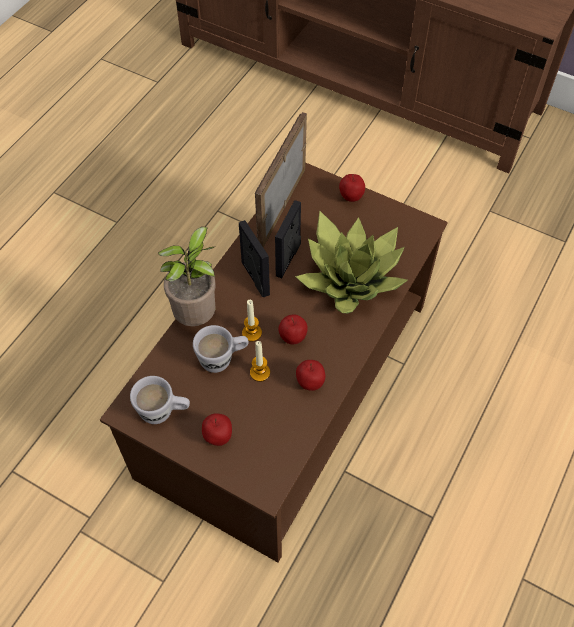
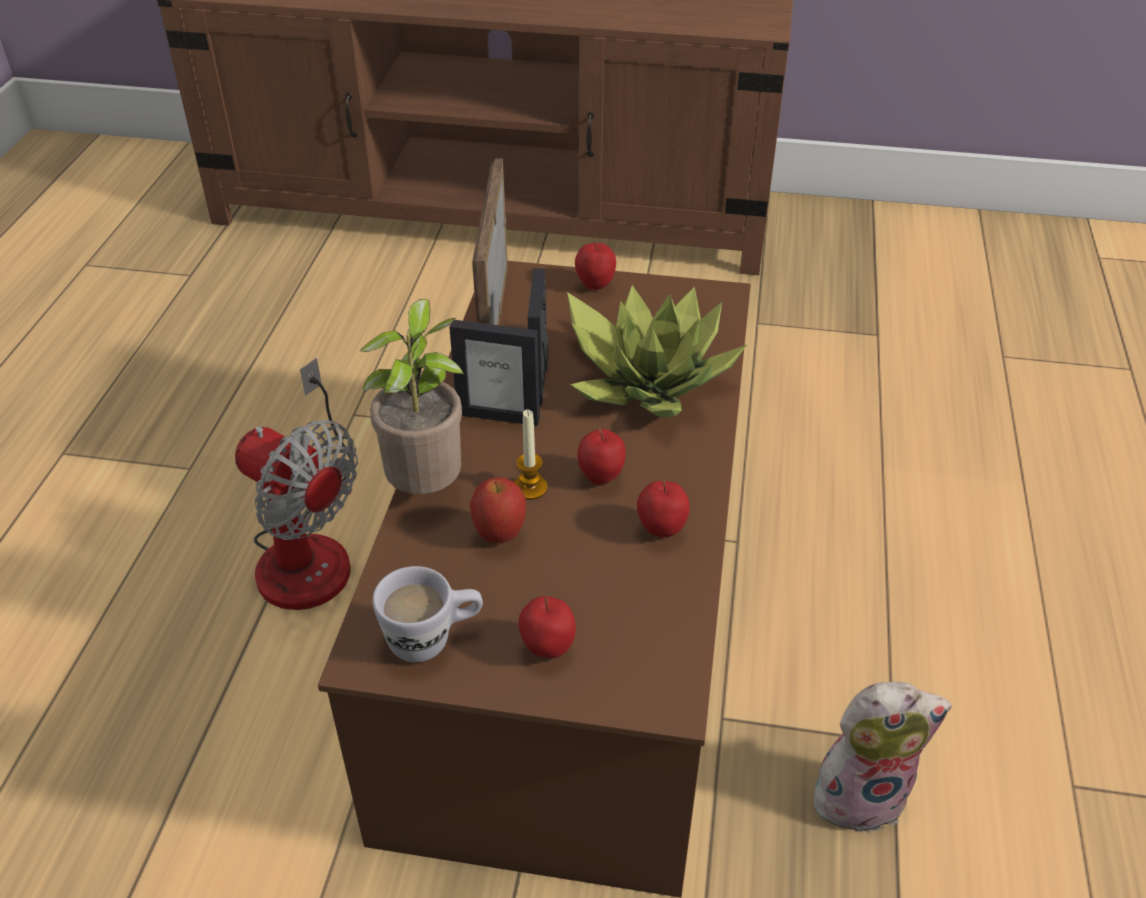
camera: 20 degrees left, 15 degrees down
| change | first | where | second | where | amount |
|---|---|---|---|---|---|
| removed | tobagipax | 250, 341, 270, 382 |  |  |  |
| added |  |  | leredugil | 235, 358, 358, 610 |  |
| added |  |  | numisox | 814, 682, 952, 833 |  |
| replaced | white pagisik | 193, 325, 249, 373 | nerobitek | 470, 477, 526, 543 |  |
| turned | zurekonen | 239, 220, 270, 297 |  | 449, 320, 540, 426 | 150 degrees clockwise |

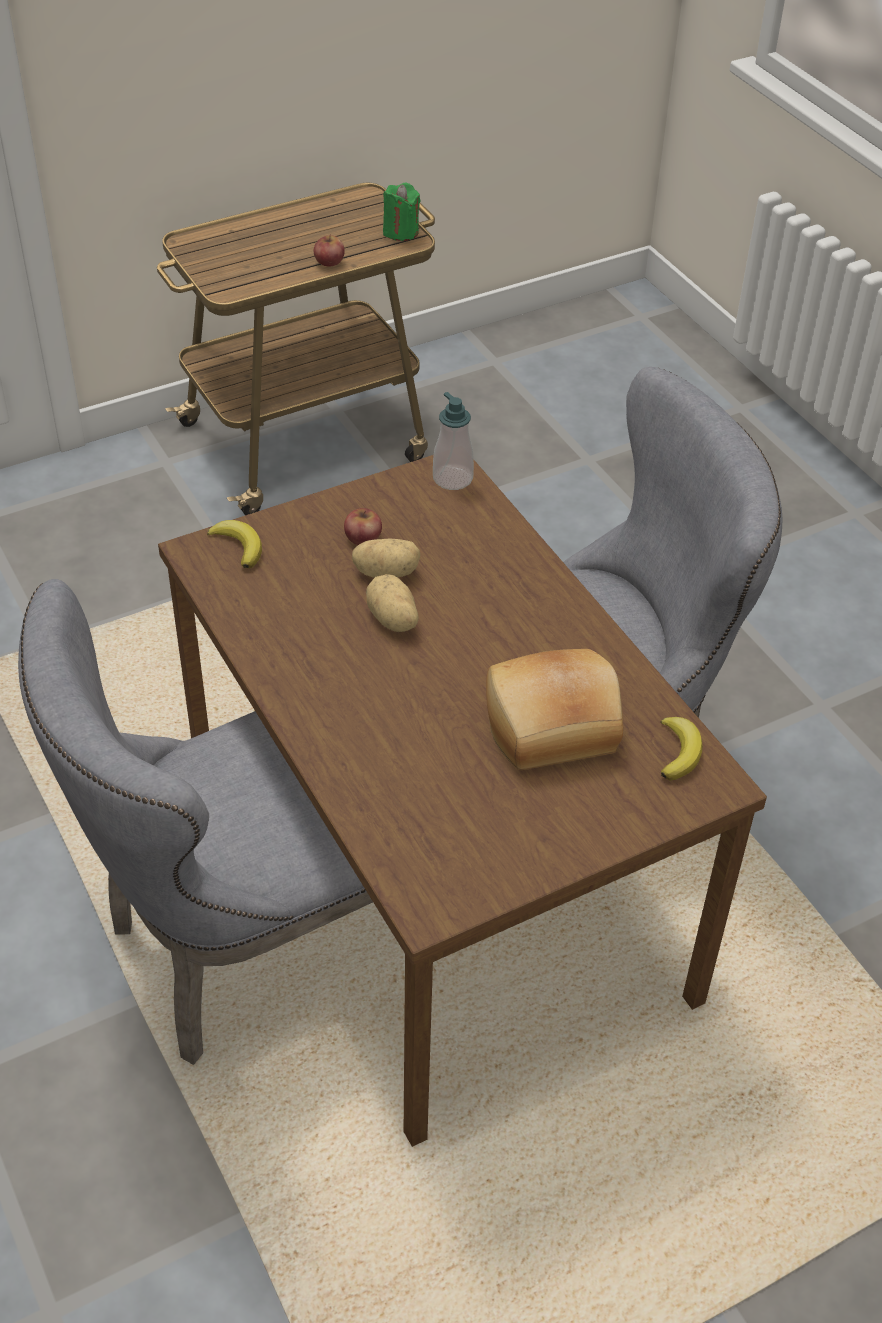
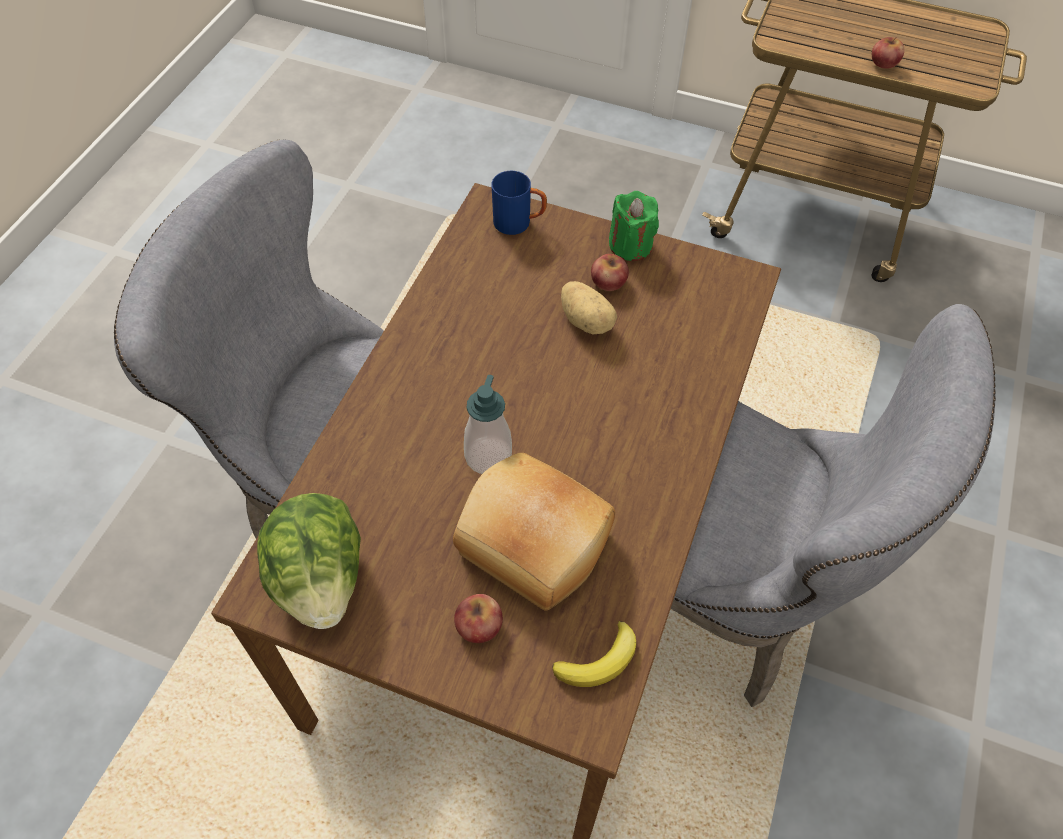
camera: 50 degrees right, 10 degrees up
| change | first | where | second | where | amount |
|---|---|---|---|---|---|
| removed | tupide | 366, 574, 419, 632 |  |  |  |
| added |  |  | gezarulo | 257, 493, 361, 629 |  |
| added |  |  | nerobitek | 454, 594, 503, 643 |  |
| moved | green tobagipax | 383, 183, 421, 241 |  | 609, 191, 659, 261 |  |
| moved | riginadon | 433, 392, 474, 490 |  | 464, 375, 512, 474 |  |
| replaced | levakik | 207, 520, 262, 568 | blue pagisik | 491, 171, 547, 235 |  |

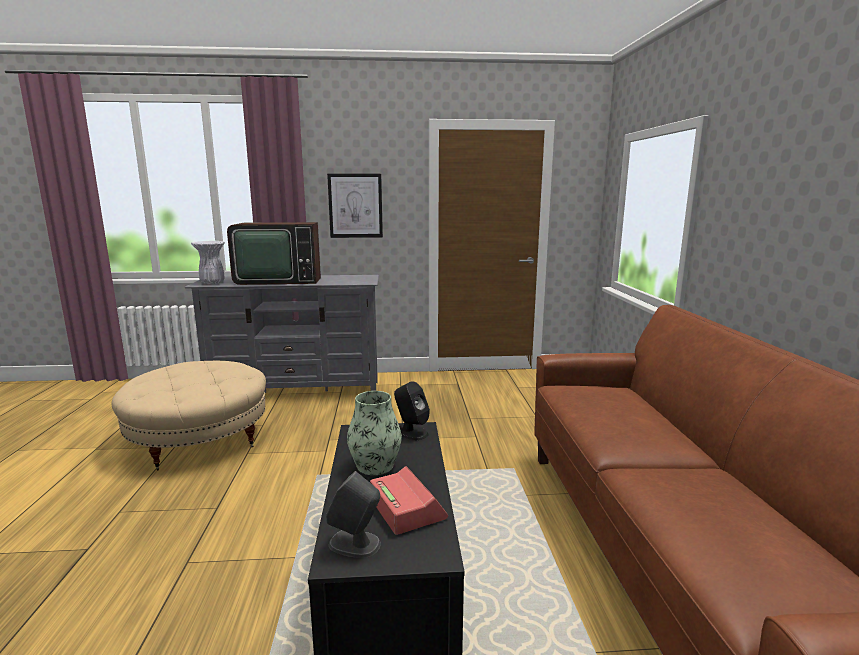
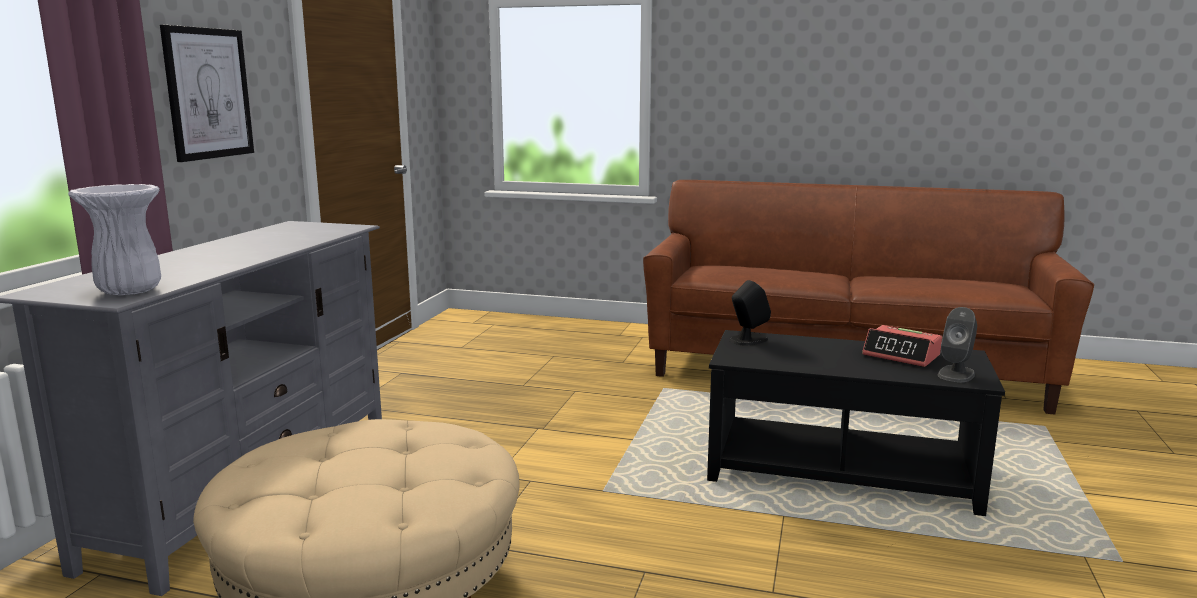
camera: 70 degrees left, 0 degrees up
| change | first | where | second | where | amount |
|---|---|---|---|---|---|
| removed | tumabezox | 227, 222, 321, 285 |  |  |  |
| removed | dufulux | 347, 391, 402, 475 |  |  |  |
| turned | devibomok | 370, 466, 448, 535 |  | 862, 325, 942, 367 | 135 degrees counterclockwise |

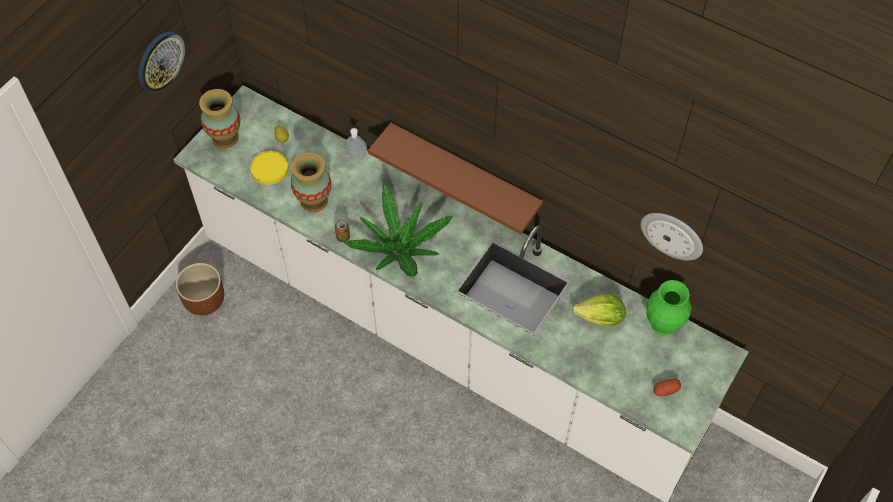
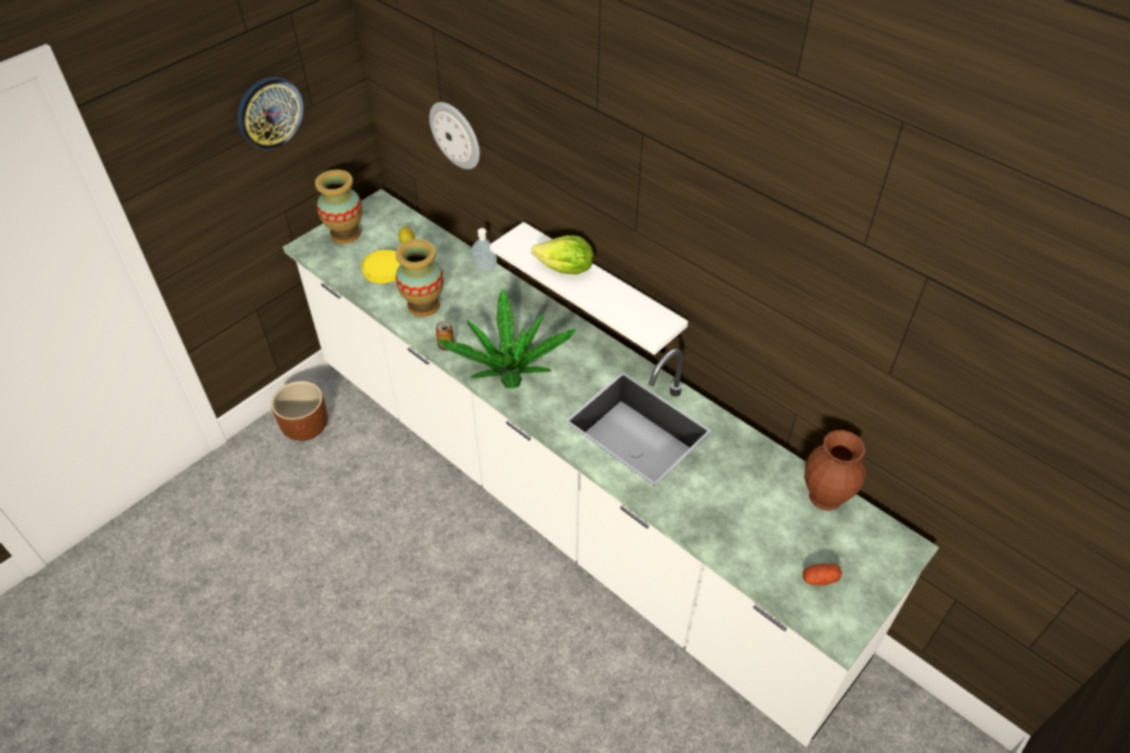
camera: 10 degrees right, 10 degrees down
| change | first | where | second | where | amount |
|---|---|---|---|---|---|
| moved | gezarulo | 572, 295, 626, 326 |  | 531, 236, 594, 275 |  |
| moved | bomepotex | 641, 213, 703, 260 |  | 429, 102, 480, 169 |  |
| recoloured | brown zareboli | 368, 123, 543, 234 | white zareboli | 490, 222, 688, 355 |  |
| recoloured | green dufulux | 646, 280, 692, 336 | brown dufulux | 804, 430, 866, 511 |  |

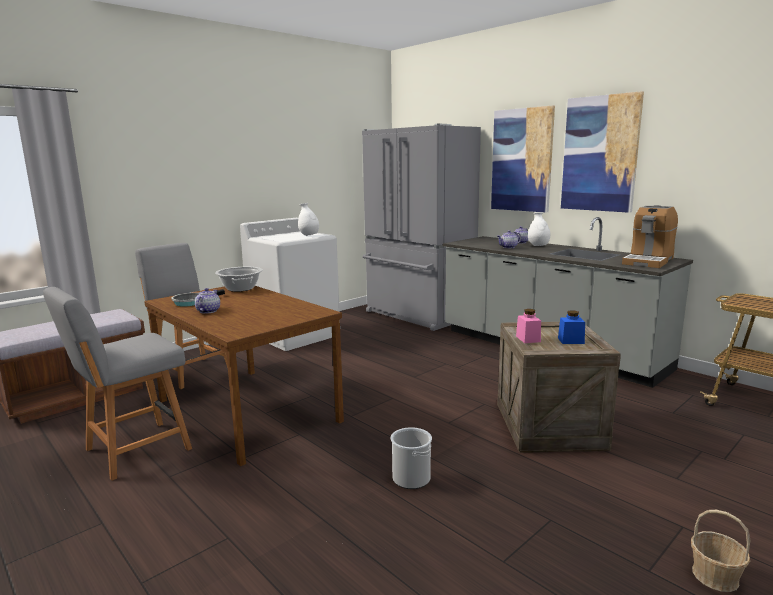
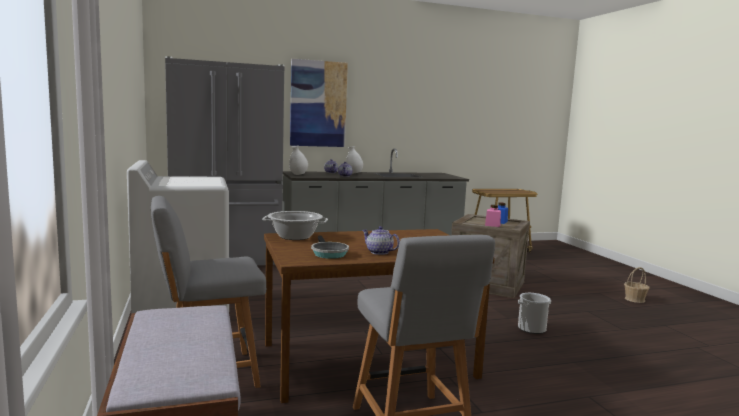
camera: 65 degrees left, 5 degrees down
| change | first | where | second | where | amount |
|---|---|---|---|---|---|
| removed | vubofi | 561, 91, 644, 213 |  |  |  |
| removed | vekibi | 622, 205, 678, 268 |  |  |  |
| moved | white dufulux | 298, 203, 319, 236 |  | 289, 146, 308, 175 |  |

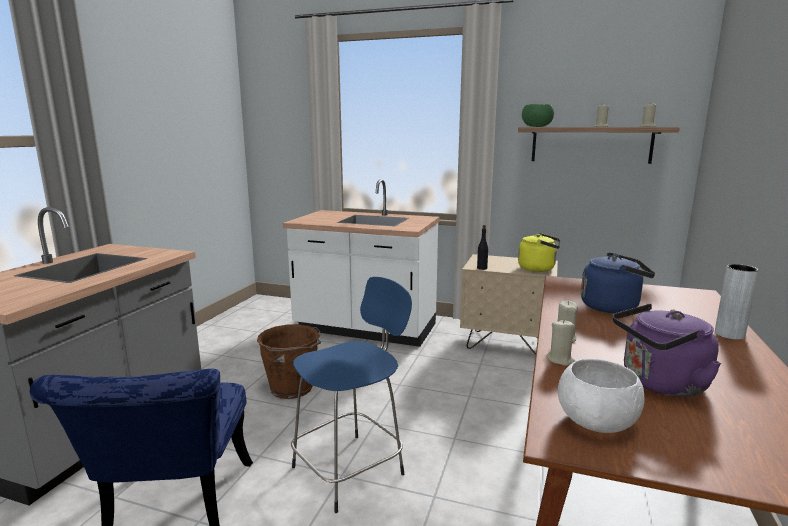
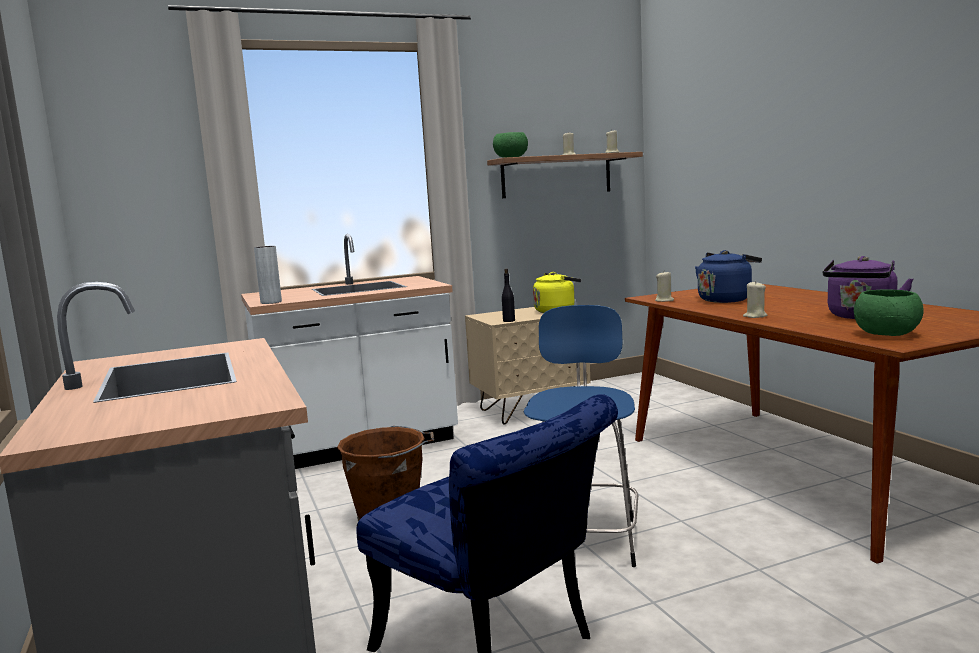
camera: 40 degrees left, 5 degrees down
| change | first | where | second | where | amount |
|---|---|---|---|---|---|
| moved | beige tobagipax | 547, 319, 575, 366 |  | 655, 272, 674, 302 |  |
| moved | grey dufulux | 715, 264, 759, 340 |  | 254, 246, 282, 304 |  |
| recoloured | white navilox | 558, 359, 645, 433 | green navilox | 854, 290, 924, 336 |  |

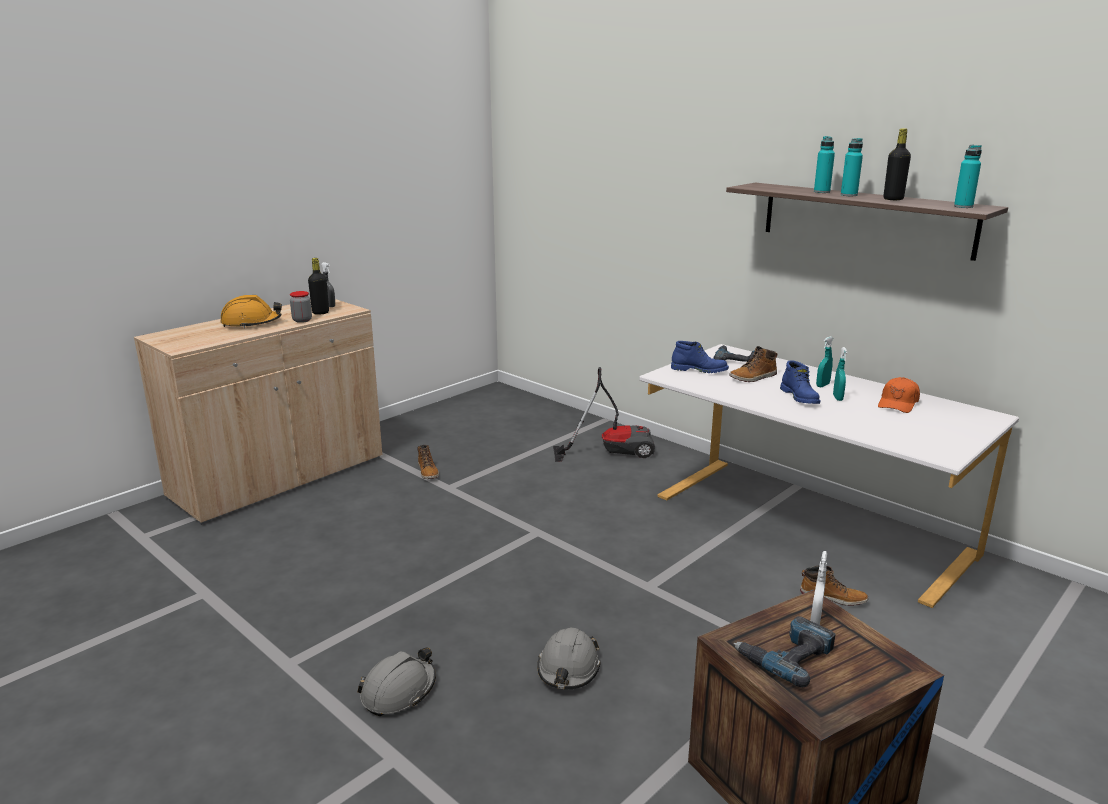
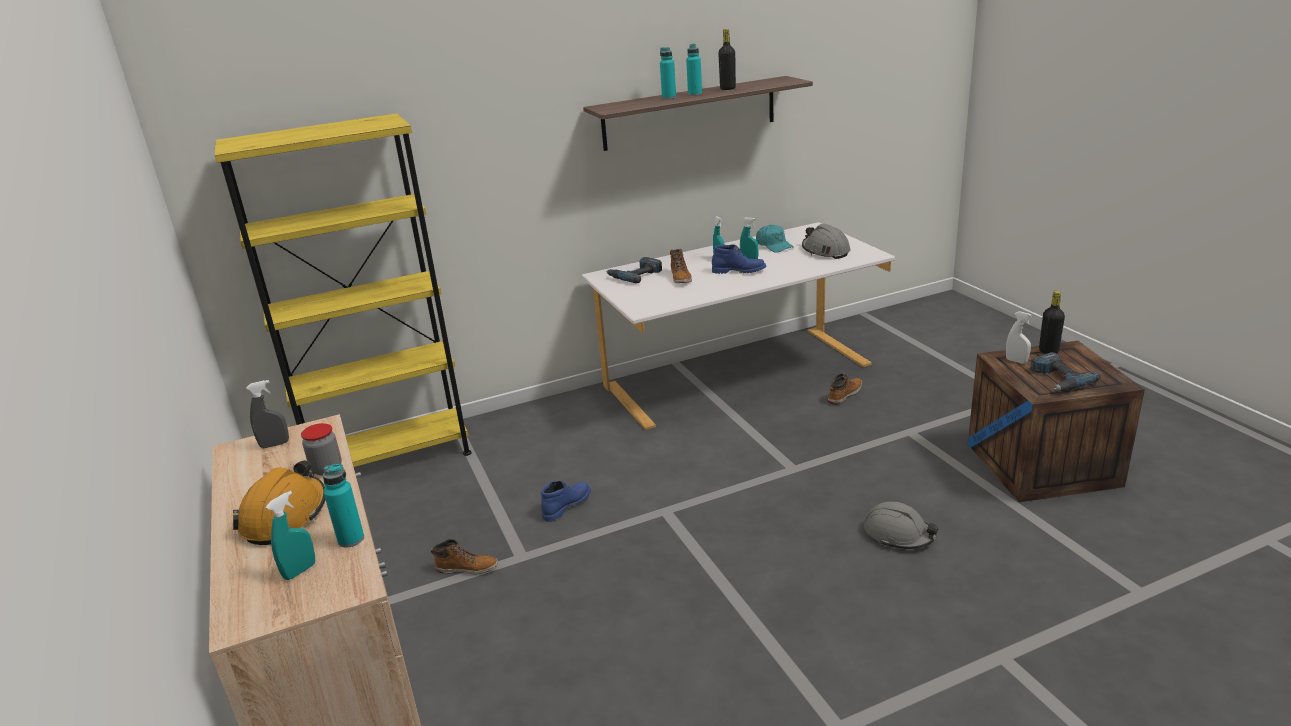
camera: 65 degrees left, 5 degrees up
| change | first | where | second | where | amount |
|---|---|---|---|---|---|
| removed | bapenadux | 553, 367, 655, 462 |  |  |  |
| added |  |  | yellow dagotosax | 215, 113, 471, 467 |  |
| added |  |  | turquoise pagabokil | 266, 491, 315, 580 |  |
| moved | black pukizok | 308, 258, 329, 315 |  | 1039, 291, 1065, 354 |  |
| moved | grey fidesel | 358, 648, 436, 716 |  | 802, 224, 851, 259 |  |
| moved | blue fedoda | 671, 341, 729, 373 |  | 541, 481, 591, 522 |  |
| moved | turquoise pukizok | 954, 145, 982, 208 |  | 323, 464, 364, 548 |  |
| recoloured | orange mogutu | 878, 377, 920, 413 | turquoise mogutu | 756, 225, 794, 253 |  |

